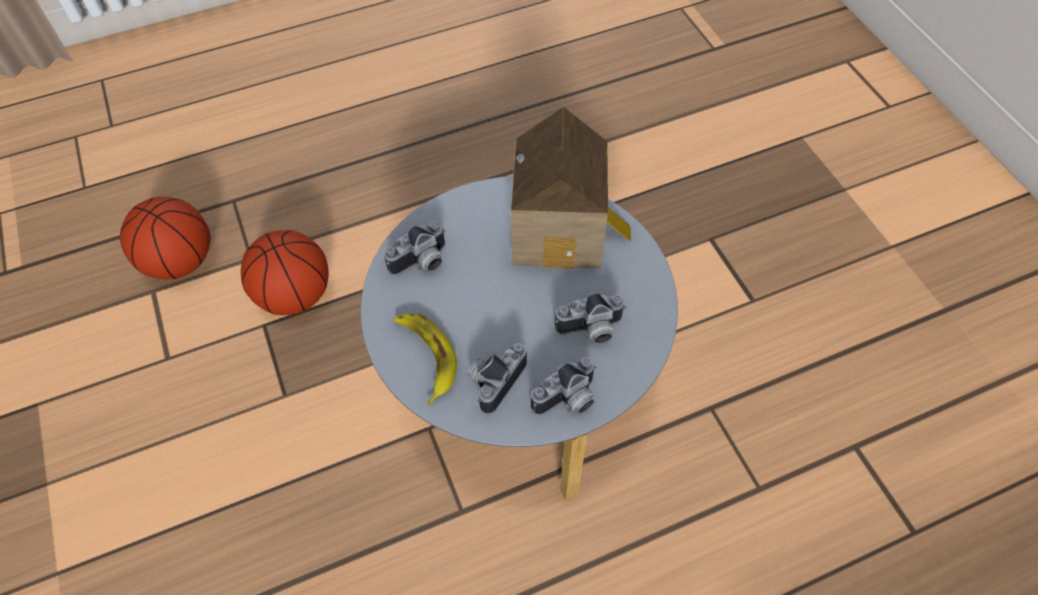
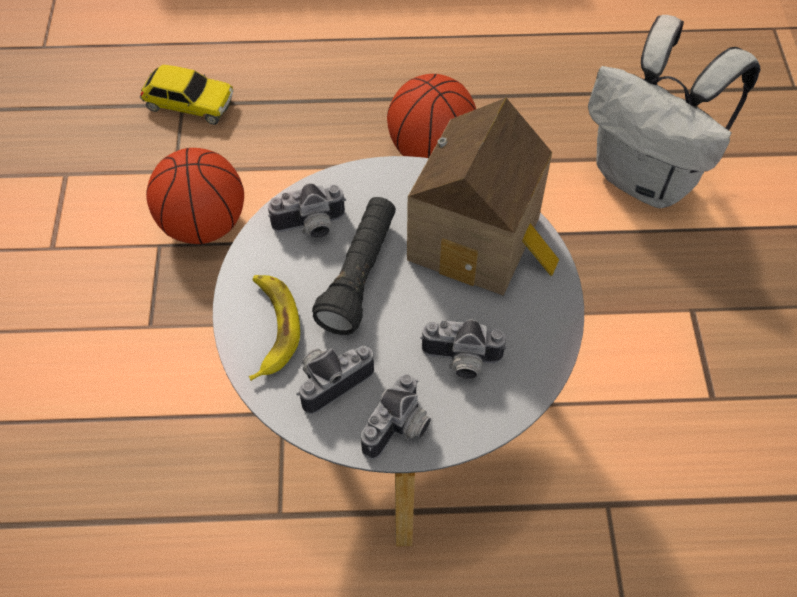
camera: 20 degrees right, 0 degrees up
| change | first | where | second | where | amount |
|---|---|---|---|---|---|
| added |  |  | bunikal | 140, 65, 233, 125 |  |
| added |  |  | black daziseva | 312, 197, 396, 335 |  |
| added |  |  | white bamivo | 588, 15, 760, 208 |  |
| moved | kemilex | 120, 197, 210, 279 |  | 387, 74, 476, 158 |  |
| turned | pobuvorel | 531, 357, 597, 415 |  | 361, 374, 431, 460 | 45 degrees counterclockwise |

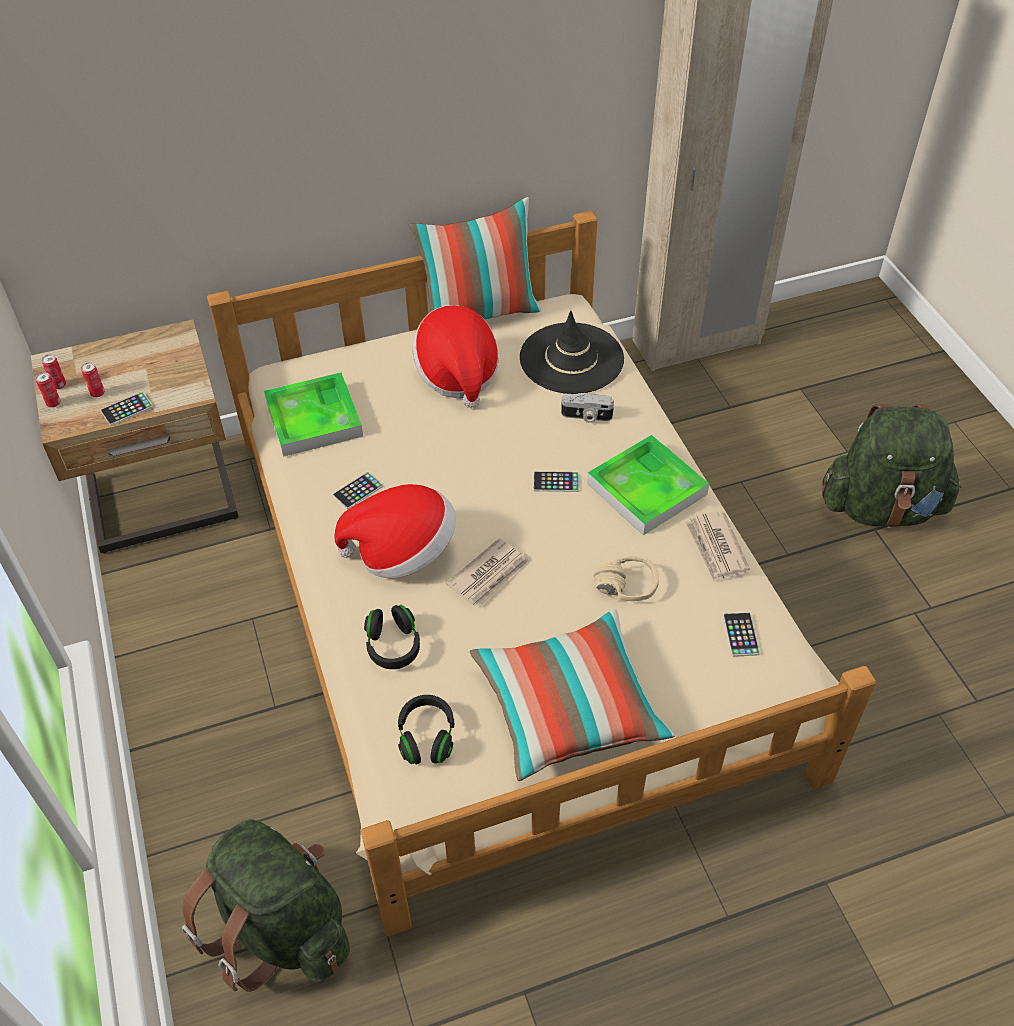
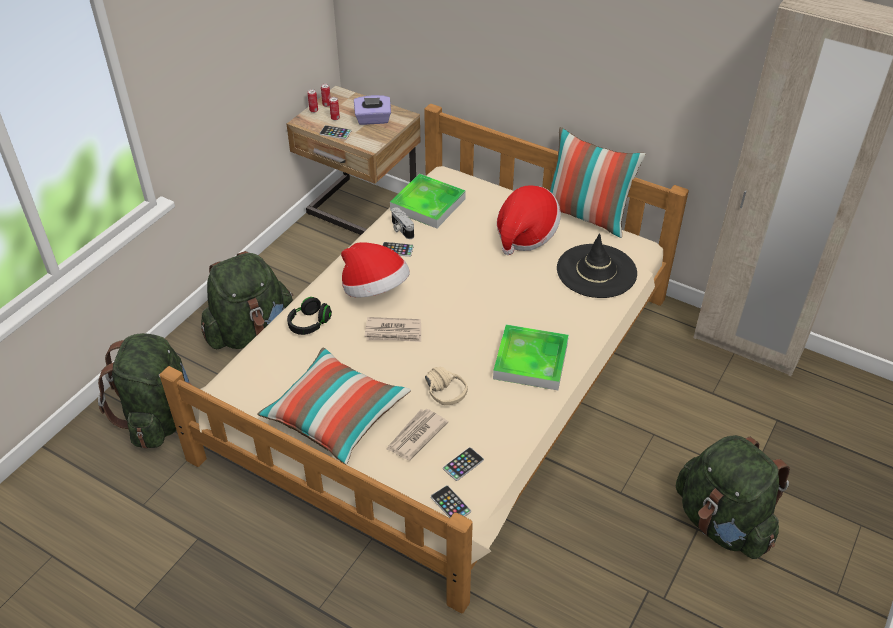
camera: 50 degrees right, 5 degrees down
| change | first | where | second | where | amount |
|---|---|---|---|---|---|
| removed | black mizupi | 398, 695, 454, 764 |  |  |  |
| added |  |  | green bamivo | 201, 251, 294, 349 |  |
| added |  |  | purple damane | 354, 95, 391, 125 |  |
| moved | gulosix | 533, 471, 579, 492 |  | 431, 485, 471, 518 |  |
| moved | pobuvorel | 561, 393, 614, 423 |  | 391, 207, 414, 239 |  |
| moved | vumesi | 685, 511, 750, 582 |  | 387, 409, 448, 460 |  |

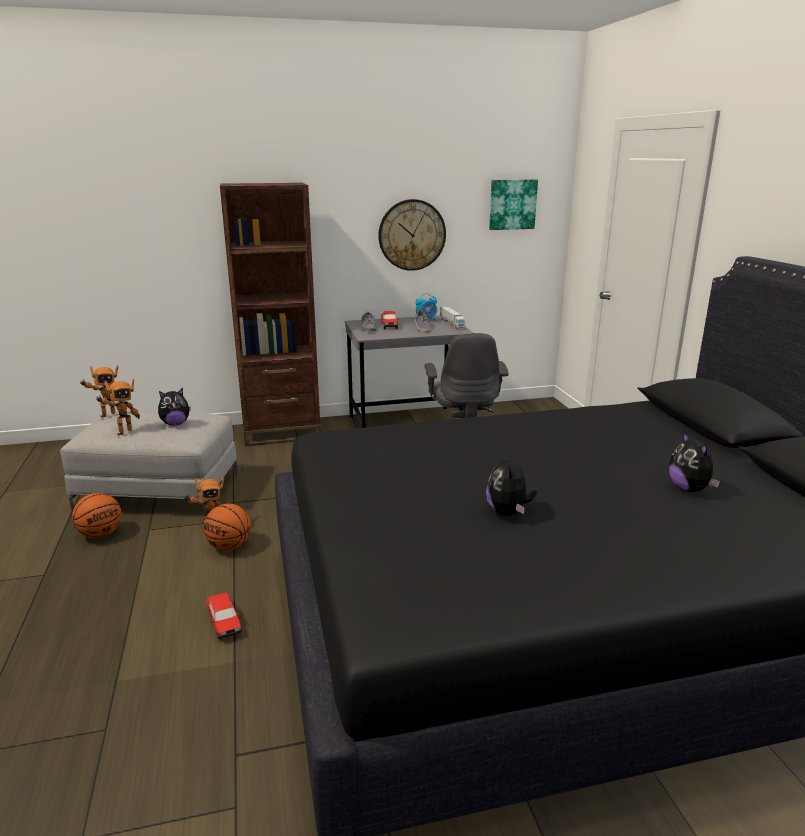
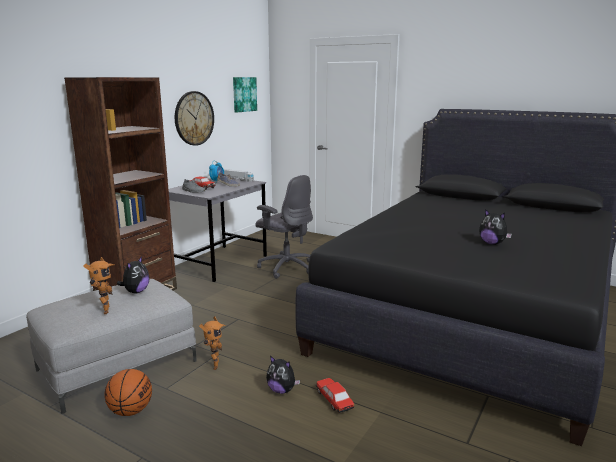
camera: 45 degrees left, 5 degrees down
| change | first | where | second | where | amount |
|---|---|---|---|---|---|
| removed | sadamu | 80, 365, 119, 418 |  |  |  |
| removed | kemilex | 203, 504, 251, 551 |  |  |  |
| moved | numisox | 669, 432, 720, 492 |  | 266, 356, 300, 394 |  |
| turned | bunikal | 206, 592, 242, 639 |  | 316, 378, 354, 413 | 135 degrees counterclockwise |

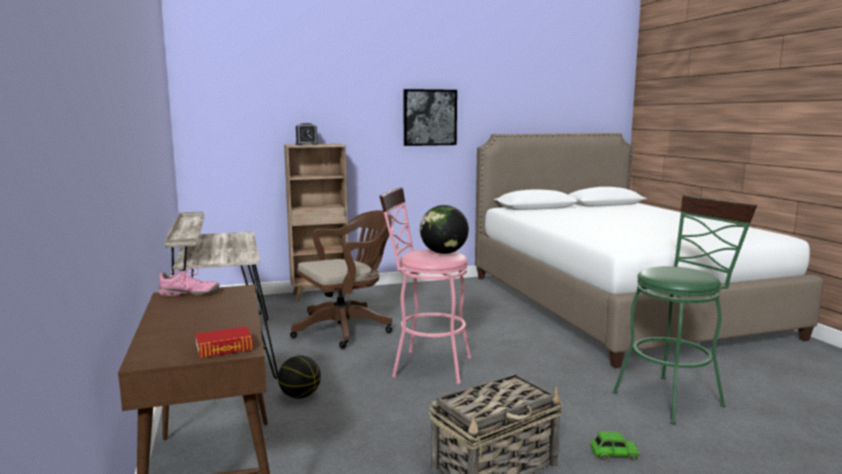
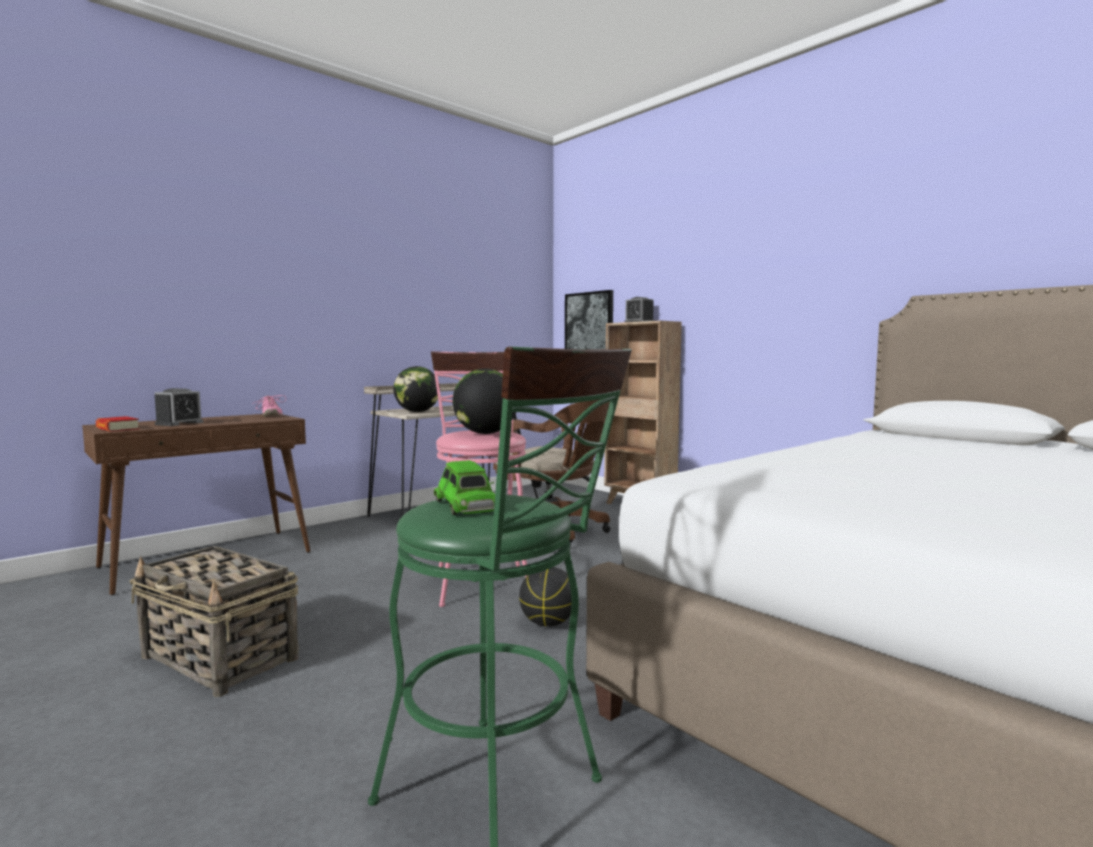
camera: 65 degrees right, 5 degrees down
| change | first | where | second | where | amount |
|---|---|---|---|---|---|
| added |  |  | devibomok | 154, 388, 203, 426 |  |
| added |  |  | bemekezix | 393, 366, 440, 412 |  |
| moved | kemilex | 278, 356, 321, 399 |  | 519, 567, 571, 627 |  |
| moved | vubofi | 403, 89, 457, 146 |  | 565, 290, 613, 349 |  |
| moved | green bunikal | 590, 431, 640, 460 |  | 434, 460, 495, 515 |  |

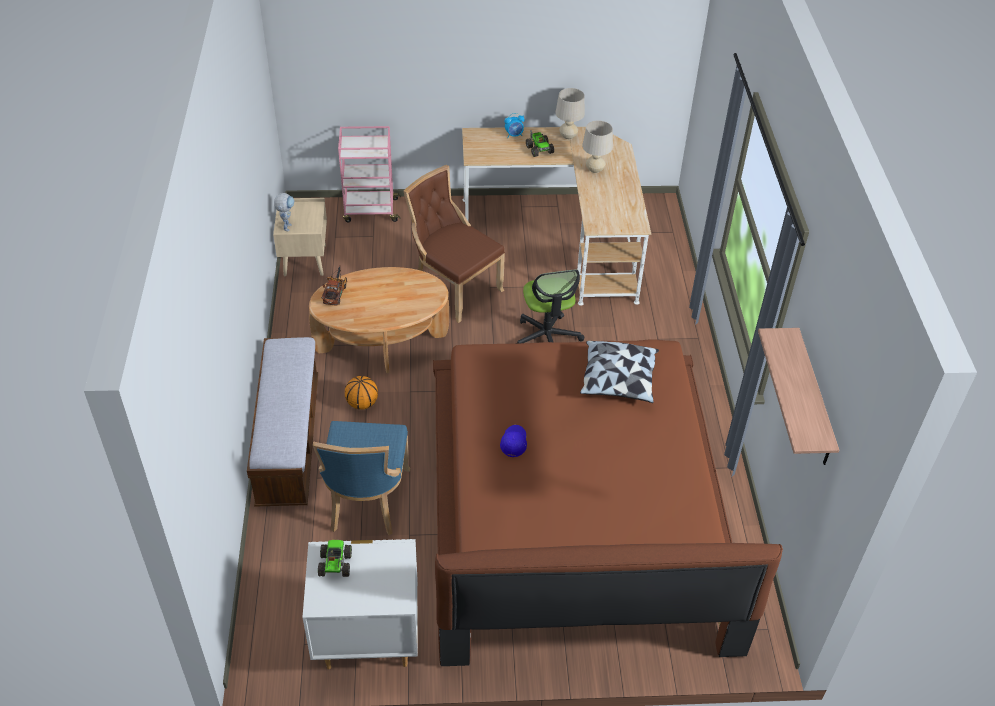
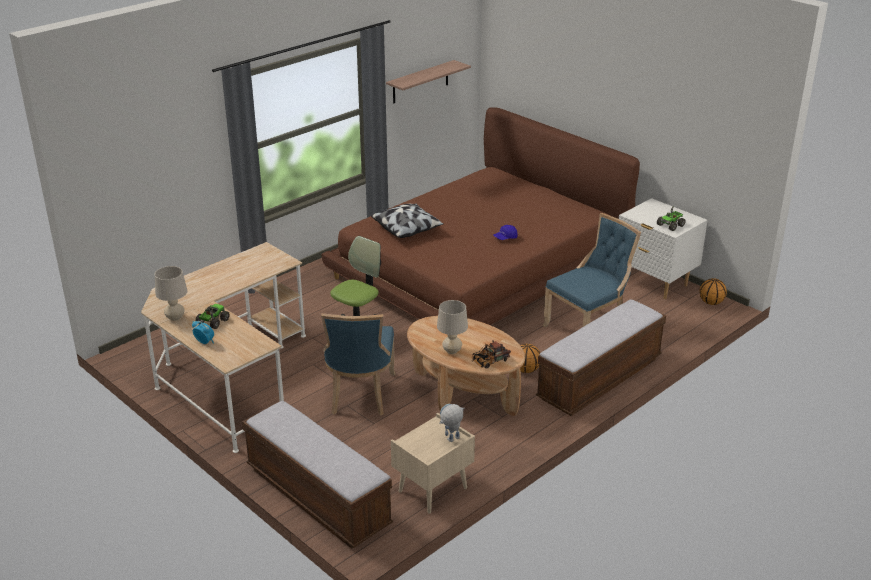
camera: 130 degrees left, 15 degrees down
| change | first | where | second | where | amount |
|---|---|---|---|---|---|
| added |  |  | kemilex | 700, 278, 727, 305 |  |
| moved | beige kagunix | 582, 121, 613, 173 |  | 437, 300, 468, 354 |  |
| replaced | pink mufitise | 338, 126, 401, 222 | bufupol | 242, 401, 393, 549 |  |
| recoloured | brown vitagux | 404, 165, 505, 323 | blue vitagux | 321, 313, 396, 415 |  |

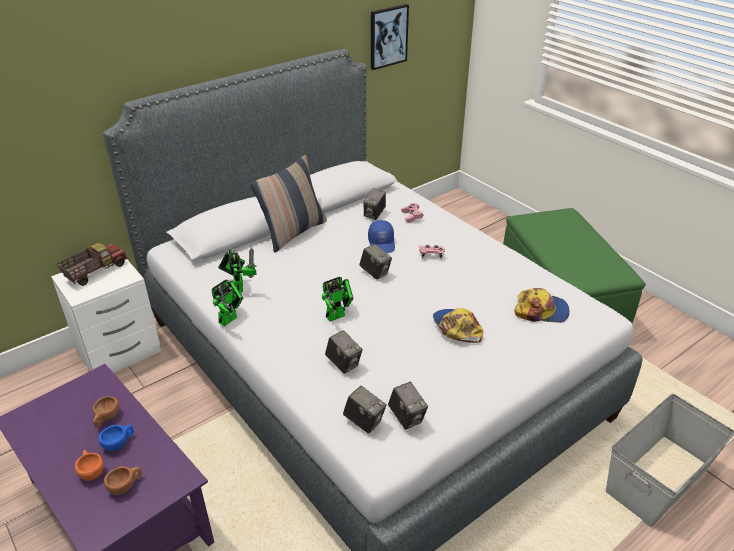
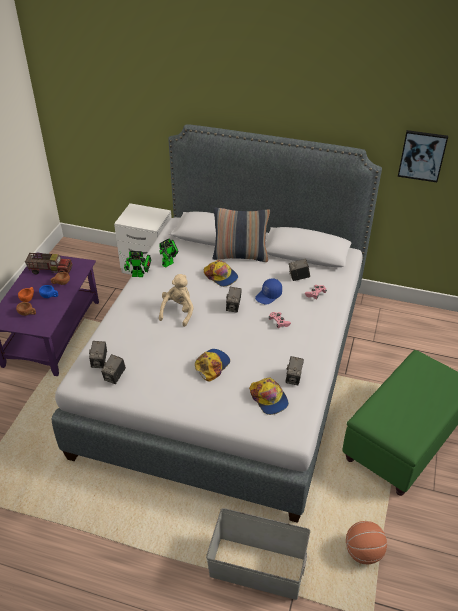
camera: 55 degrees right, 5 degrees up
| change | first | where | second | where | amount |
|---|---|---|---|---|---|
| added |  |  | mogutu | 204, 260, 238, 287 |  |
| added |  |  | kemilex | 346, 521, 387, 564 |  |
| moved | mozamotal | 56, 243, 127, 286 |  | 25, 253, 73, 274 |  |
| moved | pobuvorel | 325, 330, 363, 374 |  | 285, 356, 304, 385 |  |
| replaced | sadamu | 322, 277, 354, 321 | beige numisox | 159, 274, 194, 327 |  |

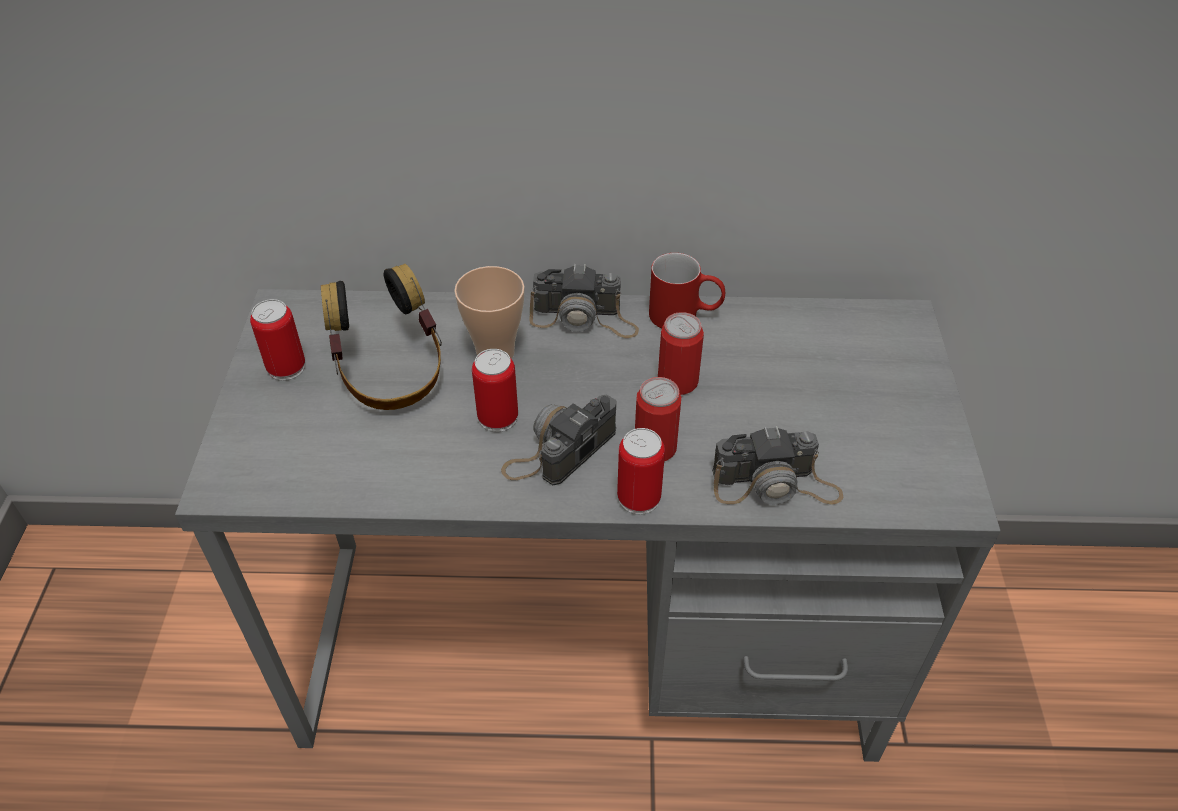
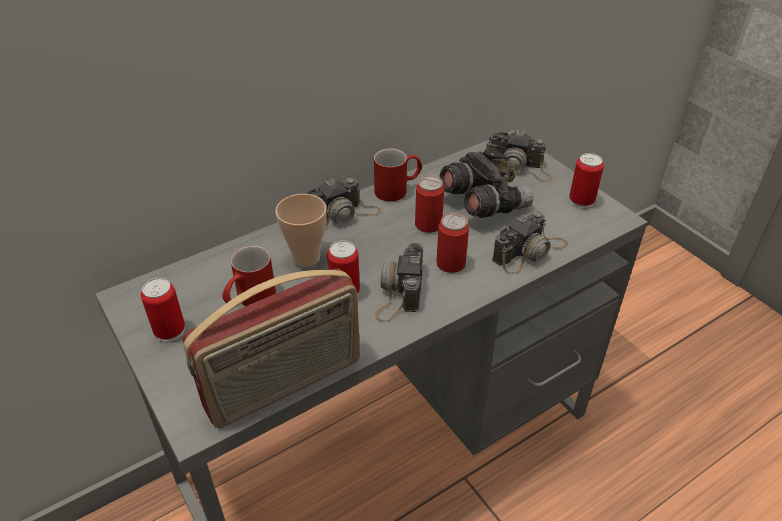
camera: 35 degrees left, 5 degrees down
| change | first | where | second | where | amount |
|---|---|---|---|---|---|
| added |  |  | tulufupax | 182, 269, 360, 428 |  |
| added |  |  | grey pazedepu | 439, 147, 533, 218 |  |
| added |  |  | pobuvorel | 486, 130, 552, 182 |  |
| moved | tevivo | 617, 428, 665, 515 |  | 569, 153, 604, 209 |  |
| replaced | mizupi | 321, 264, 442, 410 | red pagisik | 222, 246, 276, 307 |  |

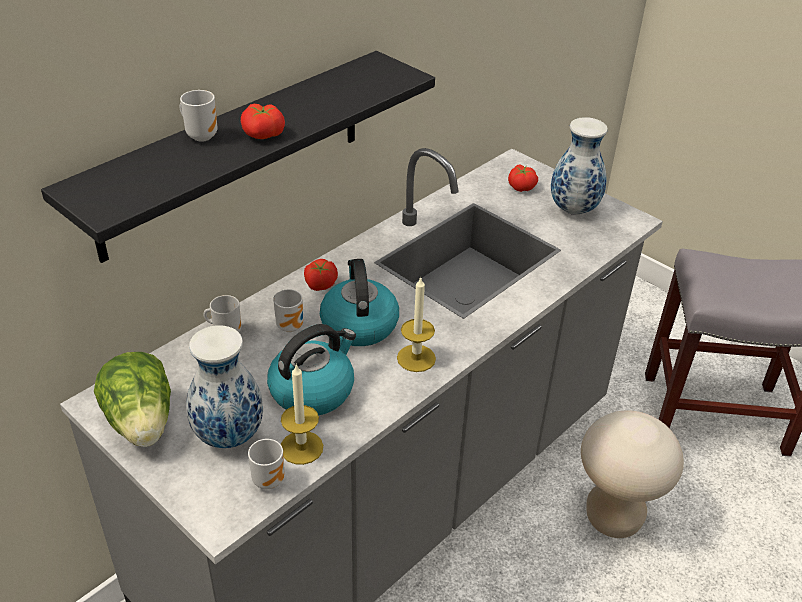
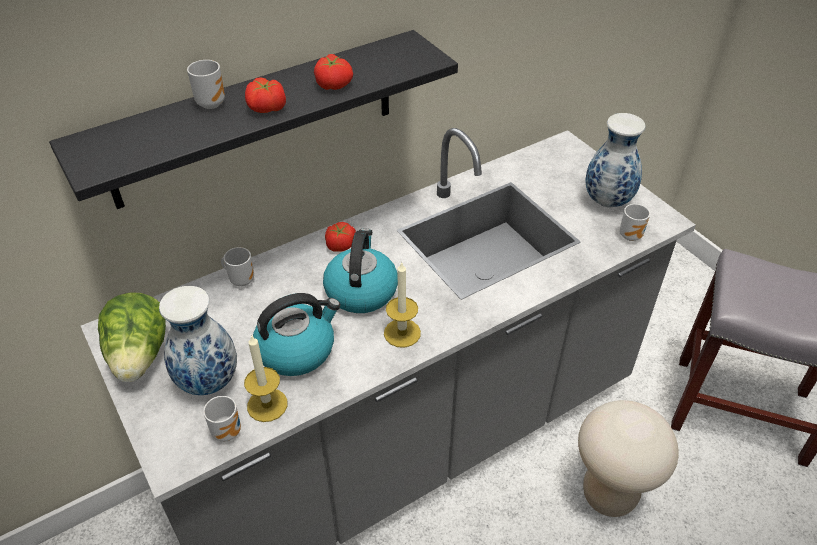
camera: 15 degrees right, 5 degrees up
| change | first | where | second | where | amount |
|---|---|---|---|---|---|
| moved | pagisik | 273, 289, 303, 332 |  | 620, 204, 650, 241 |  |
| moved | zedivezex | 508, 165, 538, 192 |  | 314, 54, 353, 90 |  |

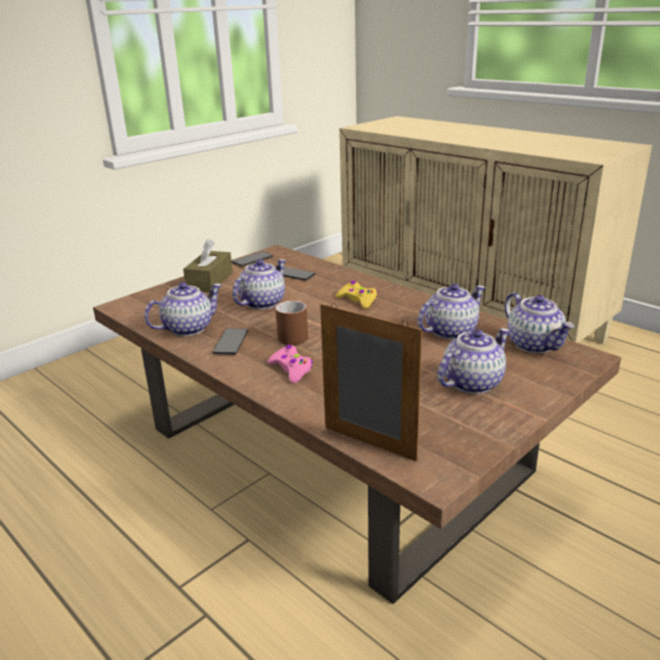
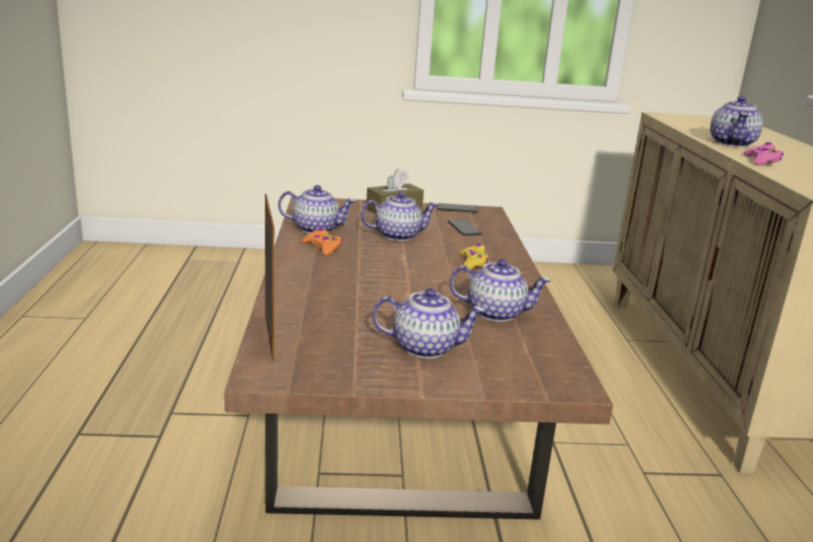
camera: 40 degrees right, 5 degrees down
| change | first | where | second | where | amount |
|---|---|---|---|---|---|
| removed | brown pagisik | 275, 301, 308, 345 |  |  |  |
| moved | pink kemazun | 267, 345, 313, 383 |  | 743, 142, 783, 165 |  |
| moved | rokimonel | 505, 292, 574, 353 |  | 710, 96, 763, 147 |  |
| replaced | gulosix | 213, 328, 248, 355 | orange kemazun | 301, 227, 343, 256 |  |

